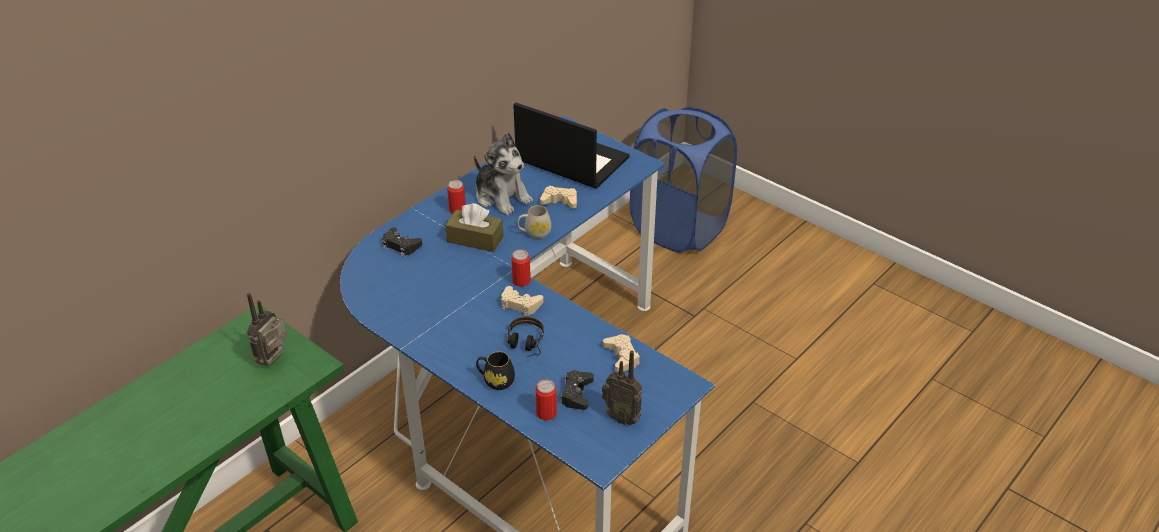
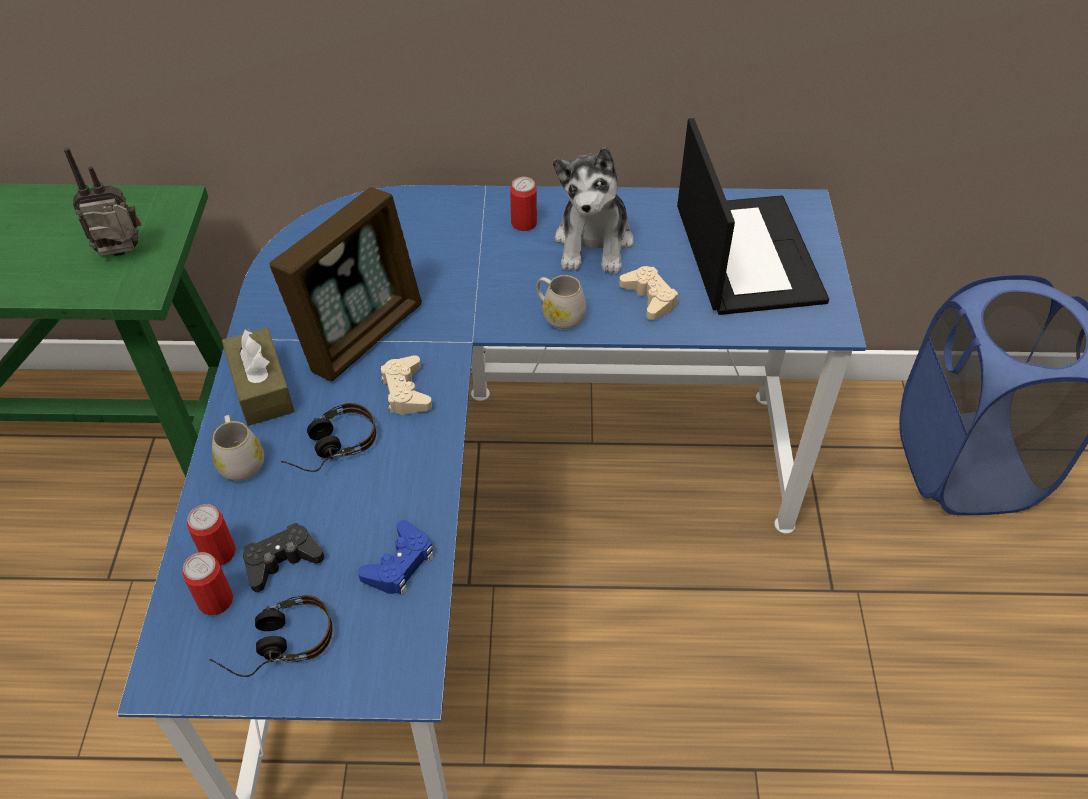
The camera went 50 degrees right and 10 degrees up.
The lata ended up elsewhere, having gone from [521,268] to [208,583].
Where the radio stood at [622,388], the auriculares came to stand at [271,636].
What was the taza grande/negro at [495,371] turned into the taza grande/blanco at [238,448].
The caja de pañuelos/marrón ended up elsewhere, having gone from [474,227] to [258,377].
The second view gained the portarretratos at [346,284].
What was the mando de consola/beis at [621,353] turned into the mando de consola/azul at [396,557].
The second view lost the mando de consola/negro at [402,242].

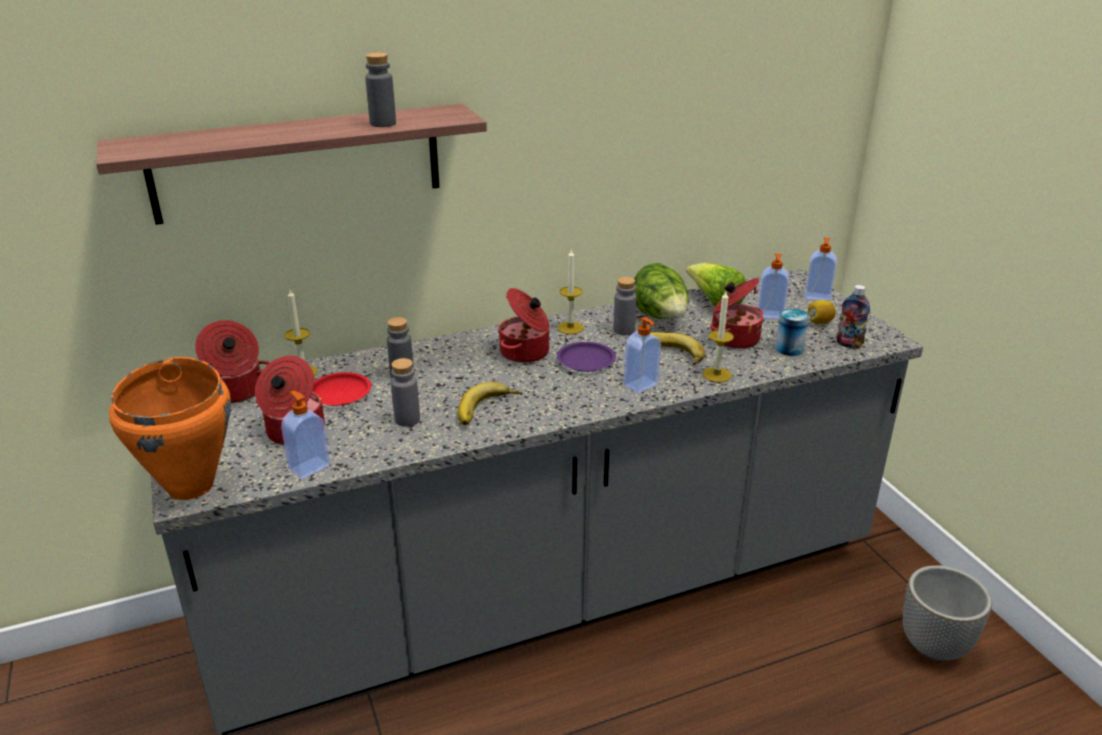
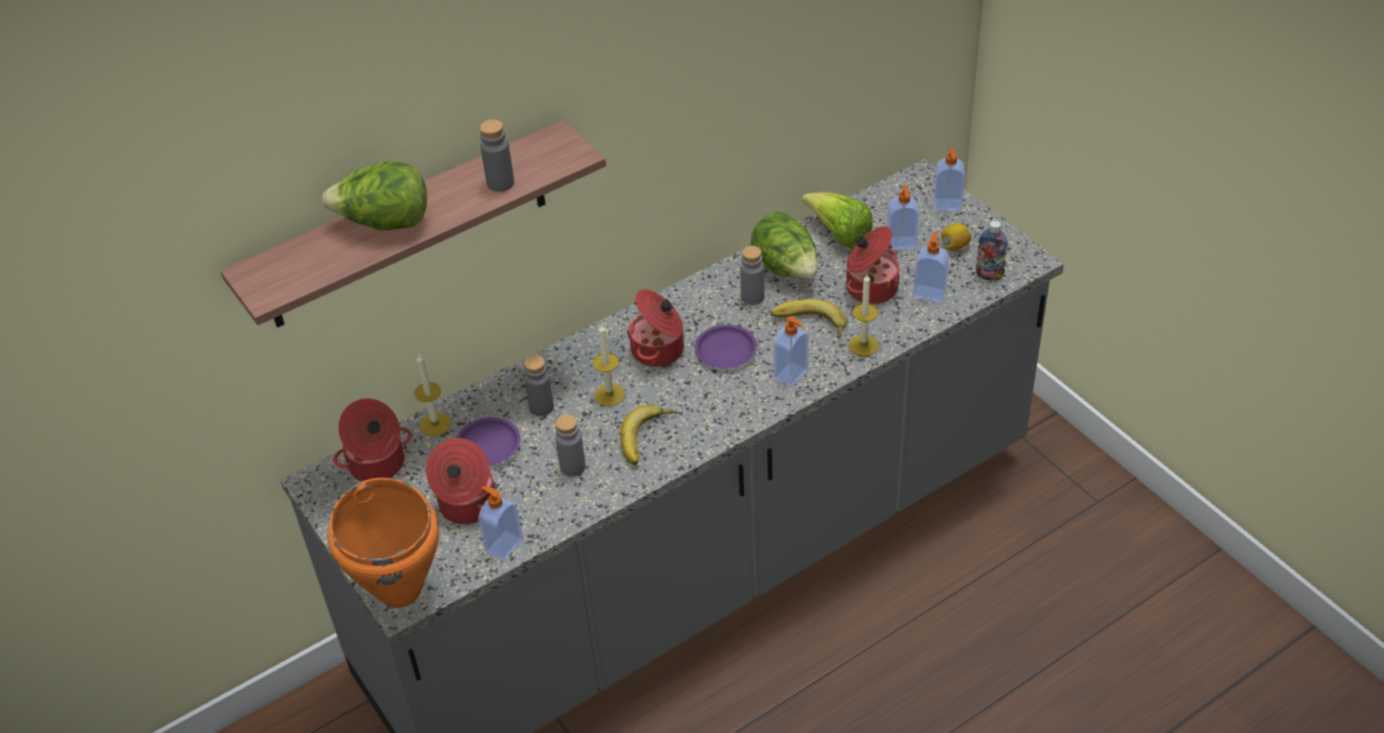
The camera went 10 degrees left and 15 degrees up.
The second view gained the lechuga at [374,196].
What was the plato/rojo at [342,389] turned into the plato/morado at [488,441].
The vela ended up elsewhere, having gone from [571,291] to [609,364].
Where the lata stood at [792,332], the dispensador de jabón came to stand at [931,267].
The second view lost the maceta at [947,613].

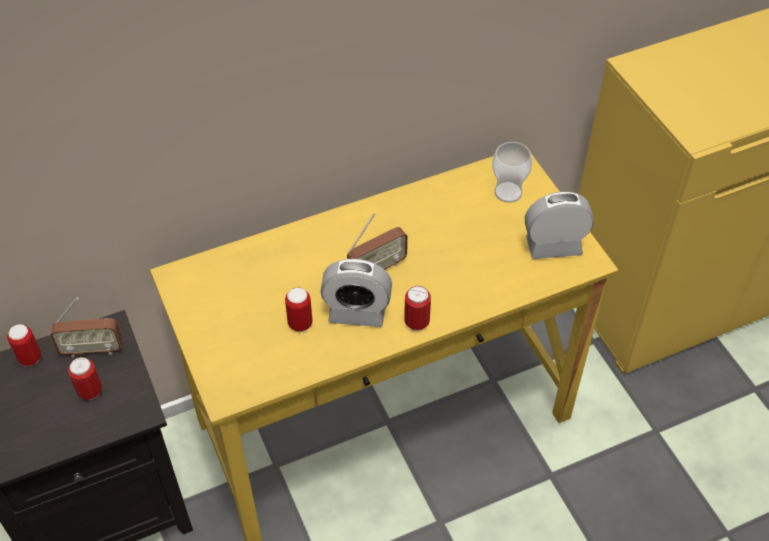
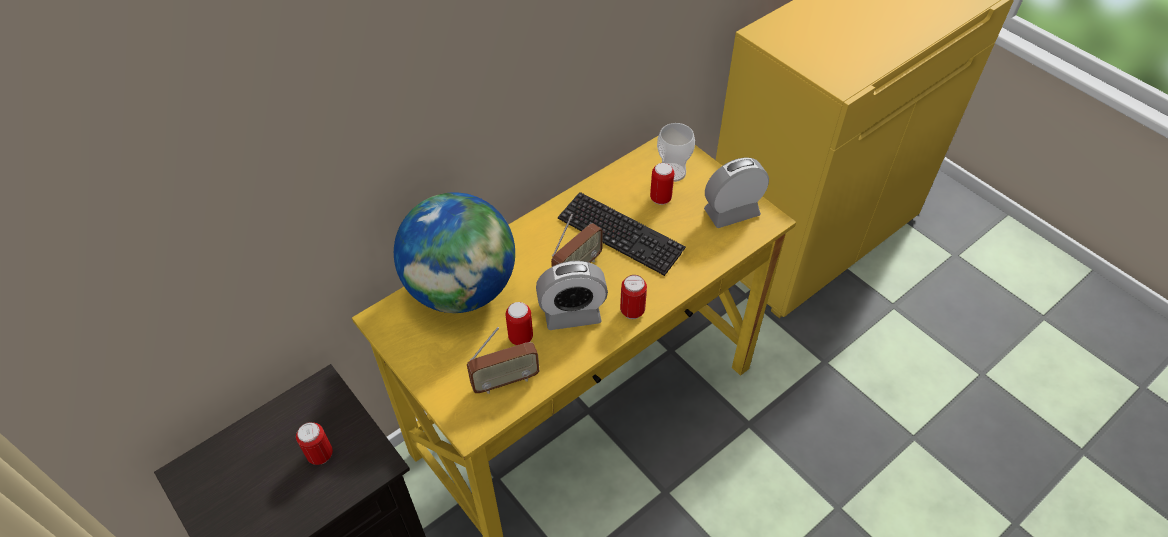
The camera went 15 degrees left and 0 degrees up.
The second view gained the globo terráqueo at [454,252].
The radio ended up elsewhere, having gone from [86,328] to [503,360].
The second view gained the teclado at [622,234].
The lata ended up elsewhere, having gone from [24,345] to [662,184].

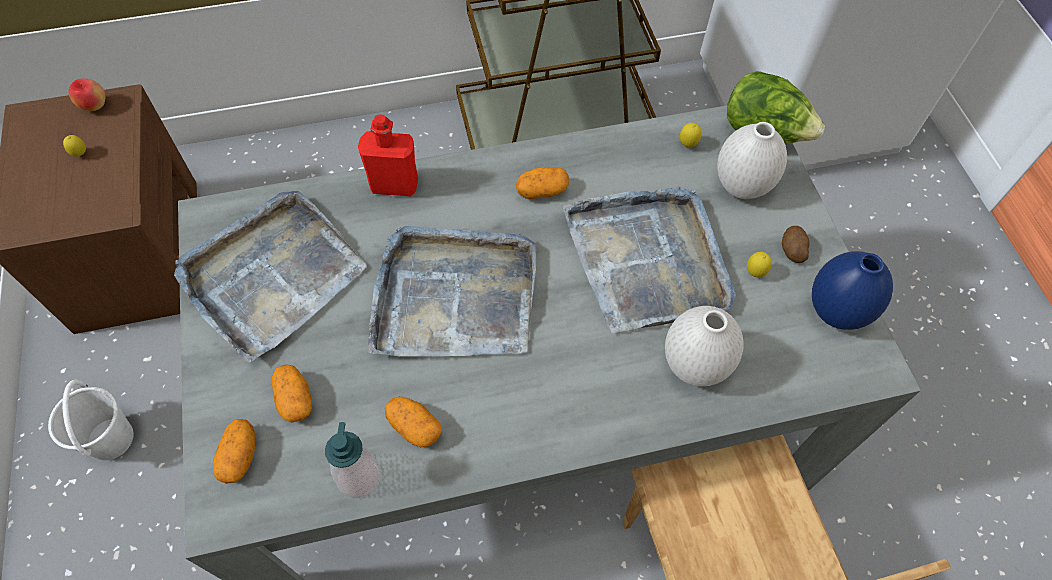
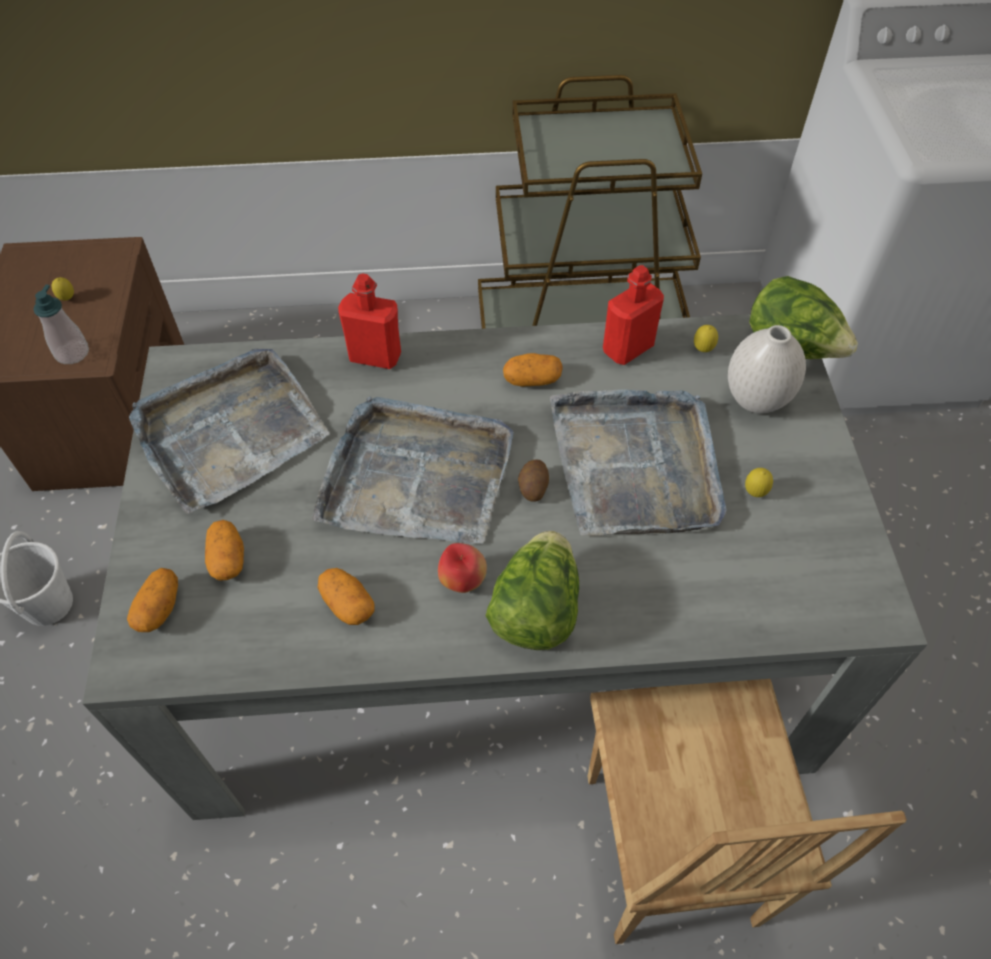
The camera went 10 degrees right and 5 degrees down.
The dispensador de jabón ended up elsewhere, having gone from [353,460] to [61,324].
The manzana ended up elsewhere, having gone from [87,94] to [462,568].
The second view gained the lechuga at [532,590].
The patata ended up elsewhere, having gone from [796,244] to [533,480].
The second view gained the botella/rojo at [633,315].
The second view lost the florero/blanco at [704,346].
The second view lost the florero/azul at [852,290].

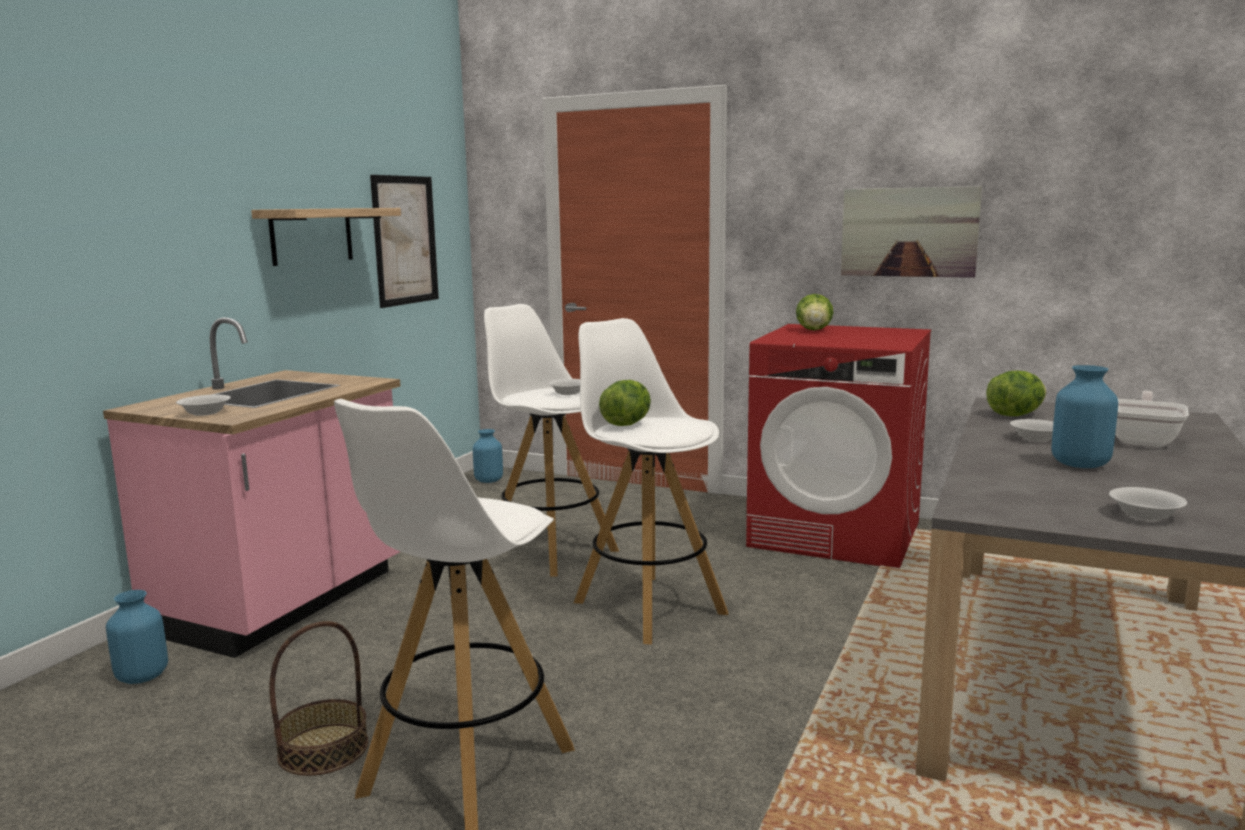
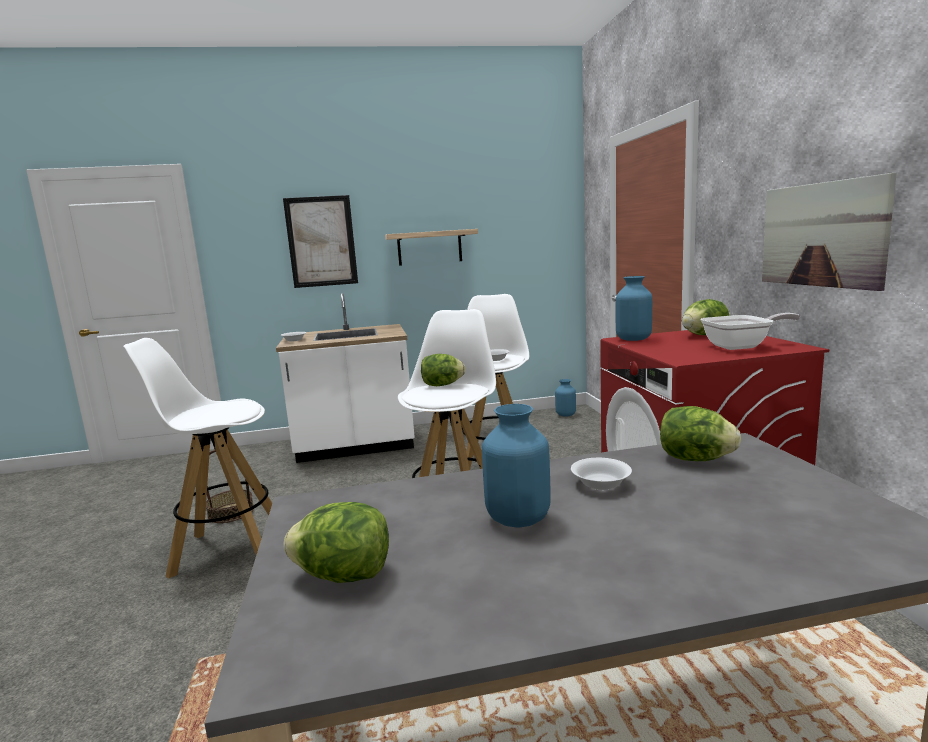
The camera went 55 degrees right and 0 degrees up.
What was the mueble bajo de cocina/rosa at [252,487] turned into the mueble bajo de cocina/blanco at [345,378].
The cuadro ended up elsewhere, having gone from [404,241] to [320,241].
Where the cuenco/blanco stood at [1148,504], the lechuga came to stand at [336,542].
The florero/azul ended up elsewhere, having gone from [137,637] to [634,308].
The sartén ended up elsewhere, having gone from [1152,419] to [750,331].

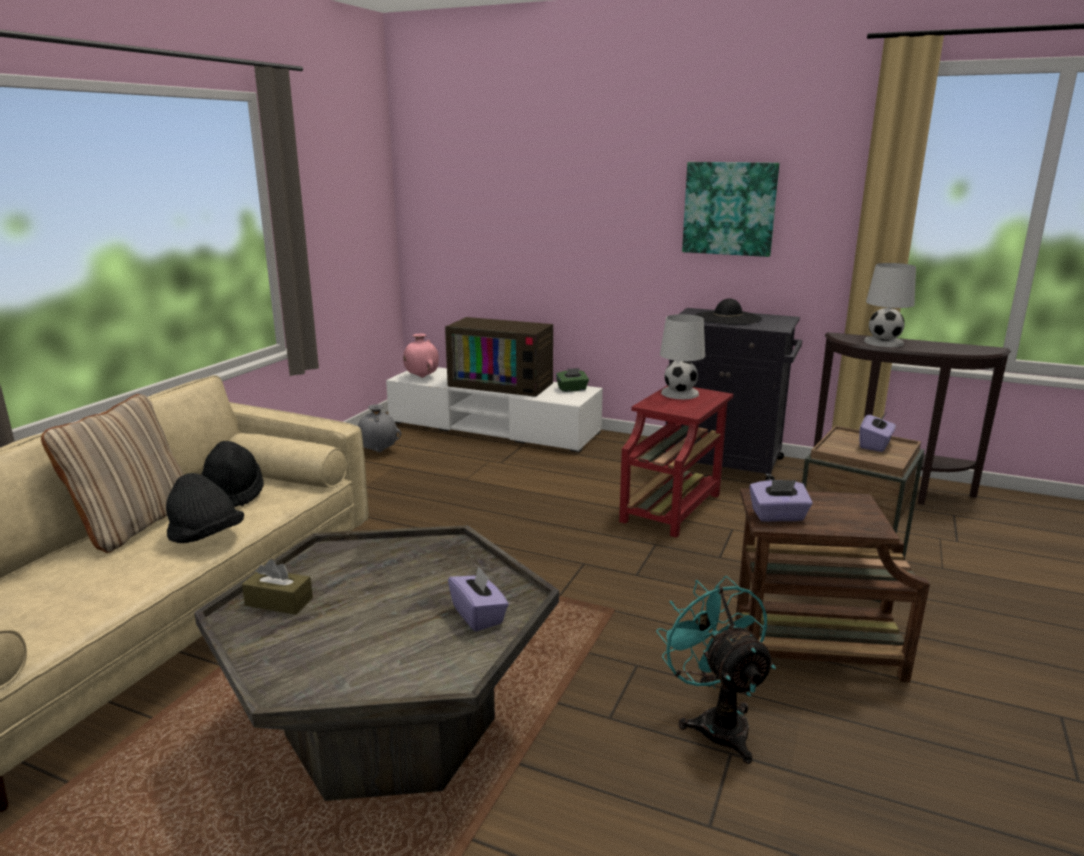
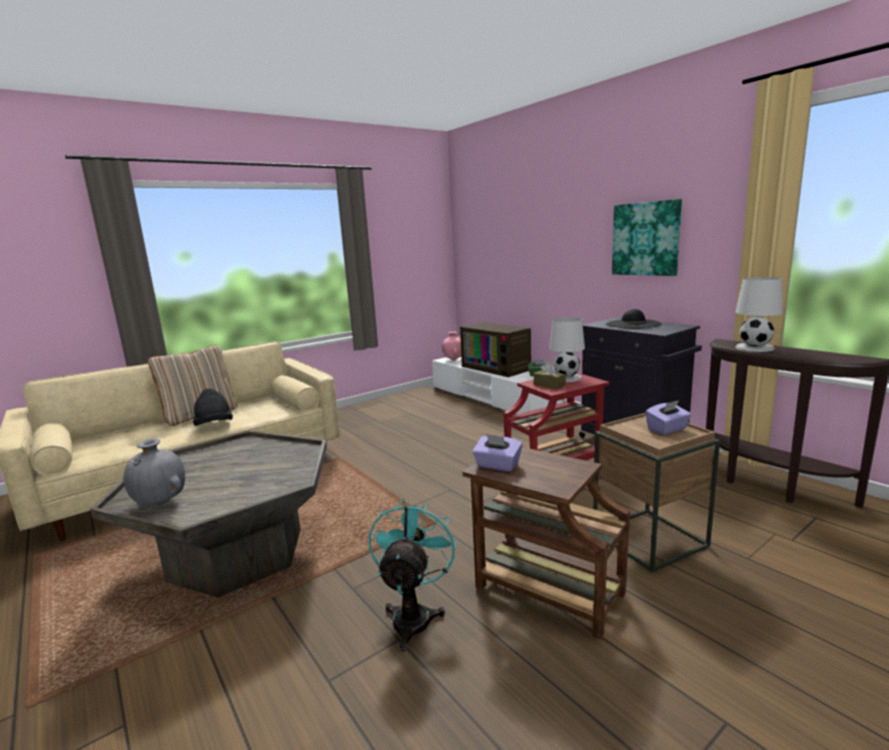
The camera went 30 degrees right and 5 degrees down.
The florero/gris ended up elsewhere, having gone from [379,428] to [154,472].
The caja de pañuelos/marrón ended up elsewhere, having gone from [277,587] to [550,375].
The second view lost the sombrero/negro at [232,474].
The second view lost the caja de pañuelos/morado at [478,599].

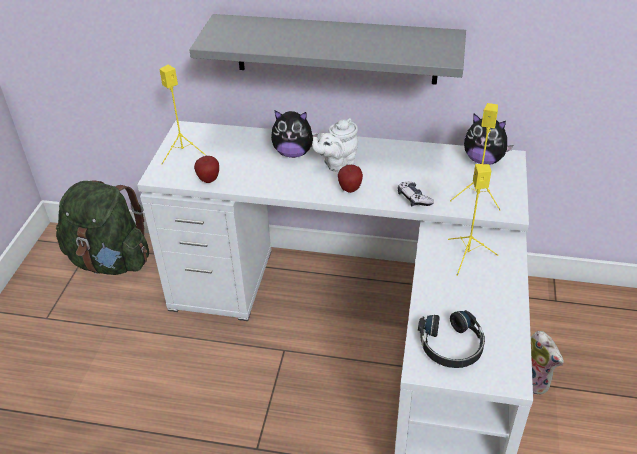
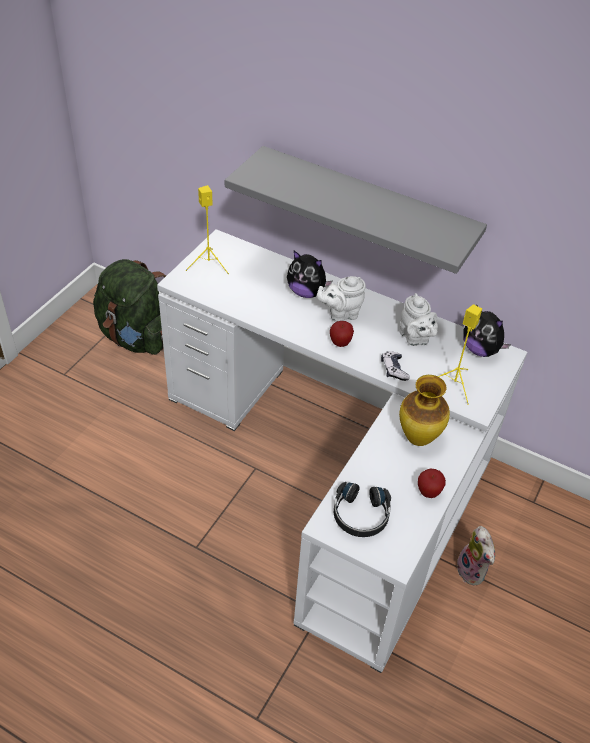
The camera went 15 degrees right and 5 degrees up.
The second view gained the tetera/blanco at [418,319].
Where the altavoz/amarillo stood at [473,220], the florero came to stand at [424,410].
The manzana ended up elsewhere, having gone from [206,169] to [432,483].

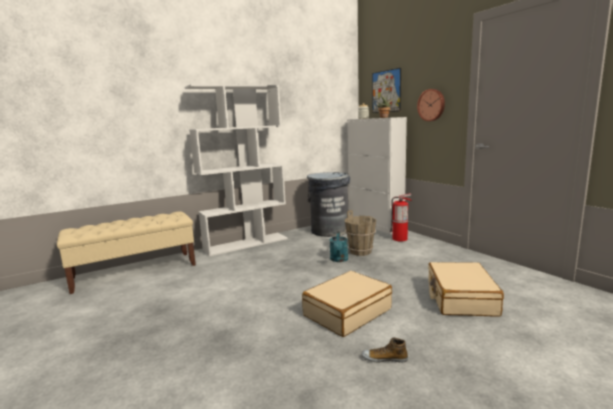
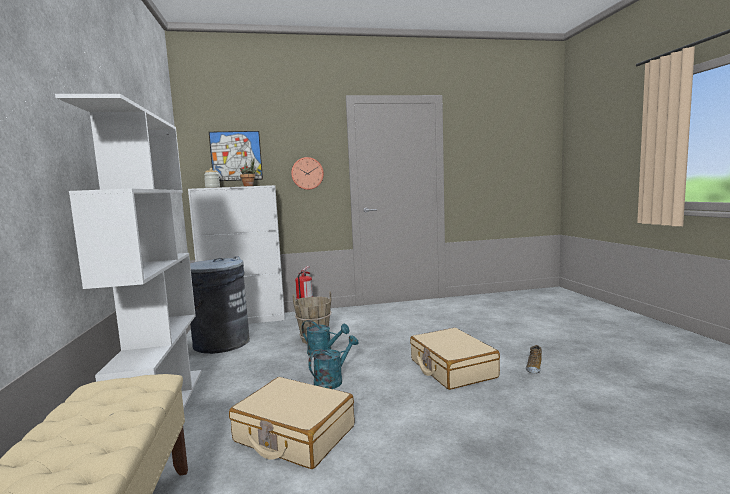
The camera went 70 degrees left and 5 degrees down.
The maleta/beis ended up elsewhere, having gone from [466,289] to [291,423].
The second view gained the regadera/turquesa at [333,362].

